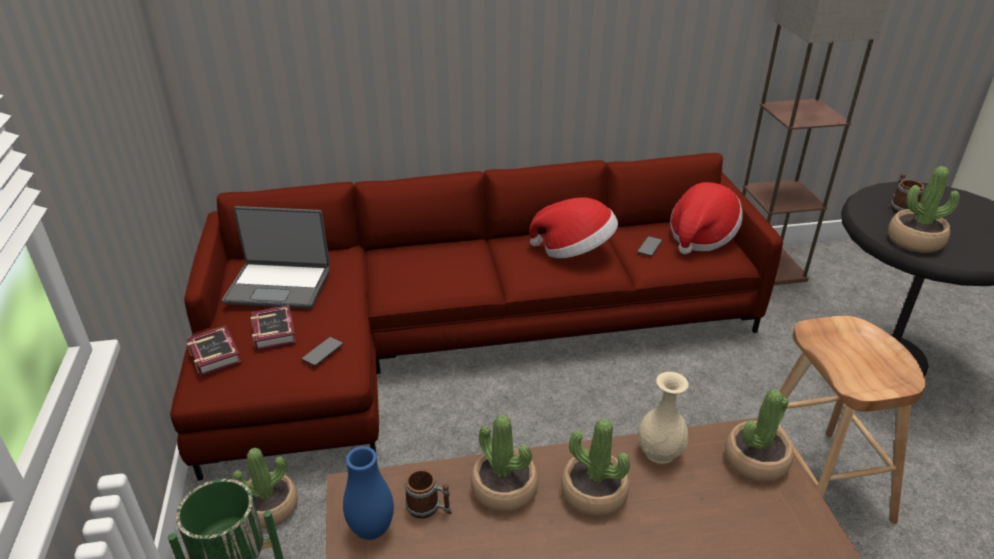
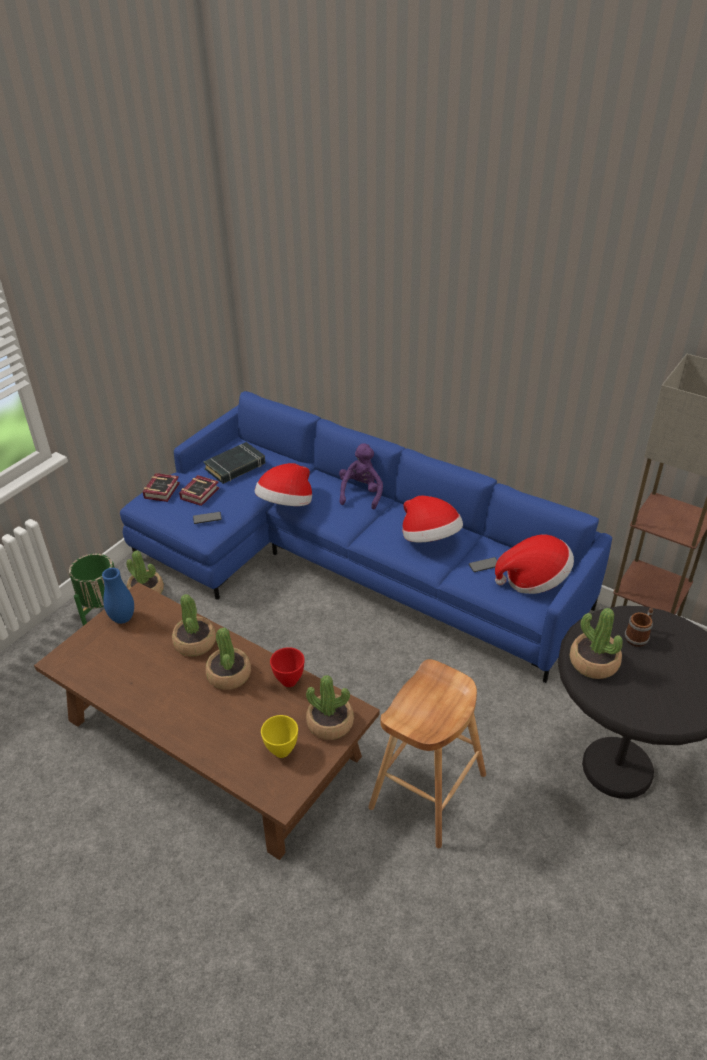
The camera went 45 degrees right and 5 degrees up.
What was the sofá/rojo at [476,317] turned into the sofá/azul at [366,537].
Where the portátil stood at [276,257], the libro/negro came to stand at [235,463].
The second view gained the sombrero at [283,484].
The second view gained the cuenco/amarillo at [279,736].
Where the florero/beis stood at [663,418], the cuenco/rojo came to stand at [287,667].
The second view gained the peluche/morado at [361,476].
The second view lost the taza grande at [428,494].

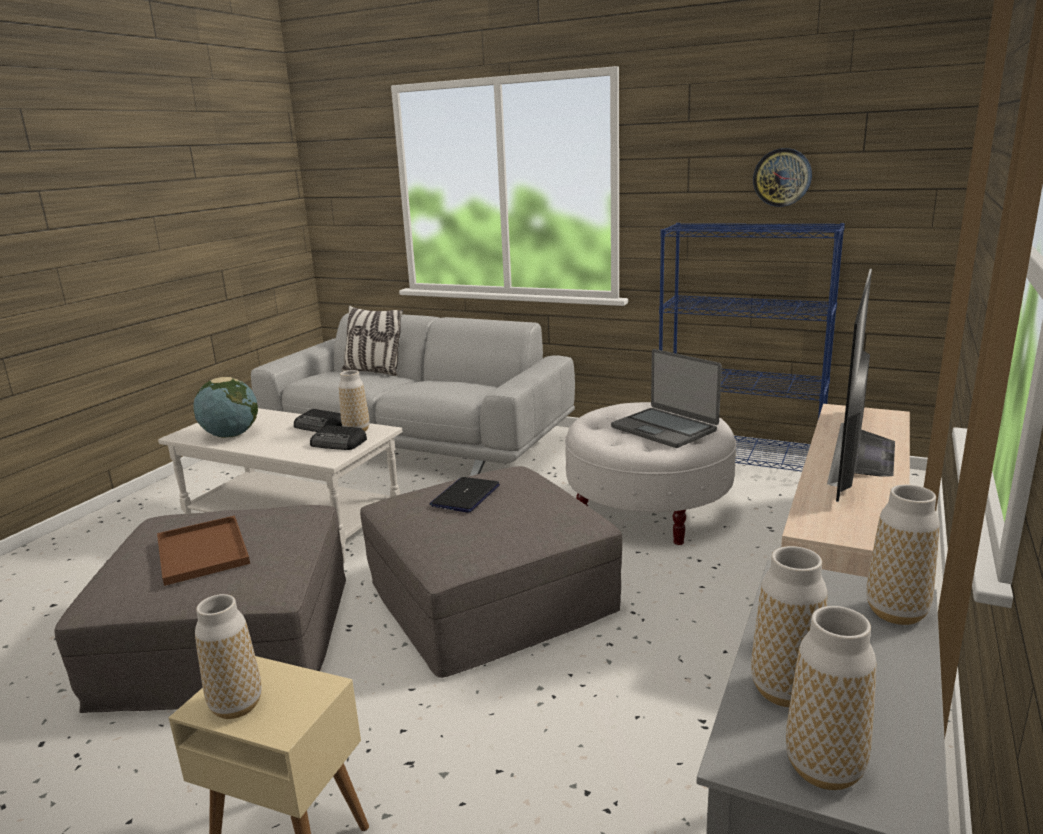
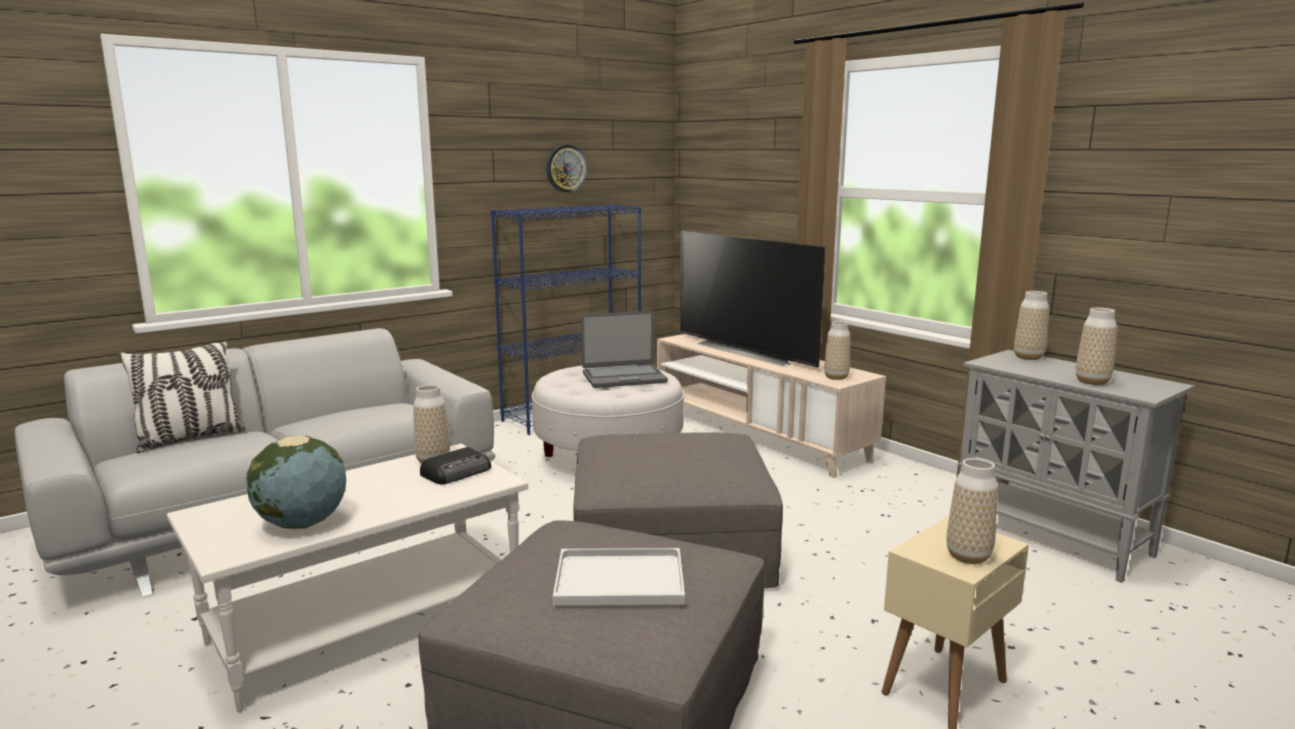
The camera went 65 degrees left and 5 degrees down.
What was the bandeja/marrón at [203,550] turned into the bandeja/blanco at [619,576].
The florero ended up elsewhere, having gone from [831,698] to [837,350].
The second view lost the radio at [318,420].
The second view lost the portátil at [465,495].

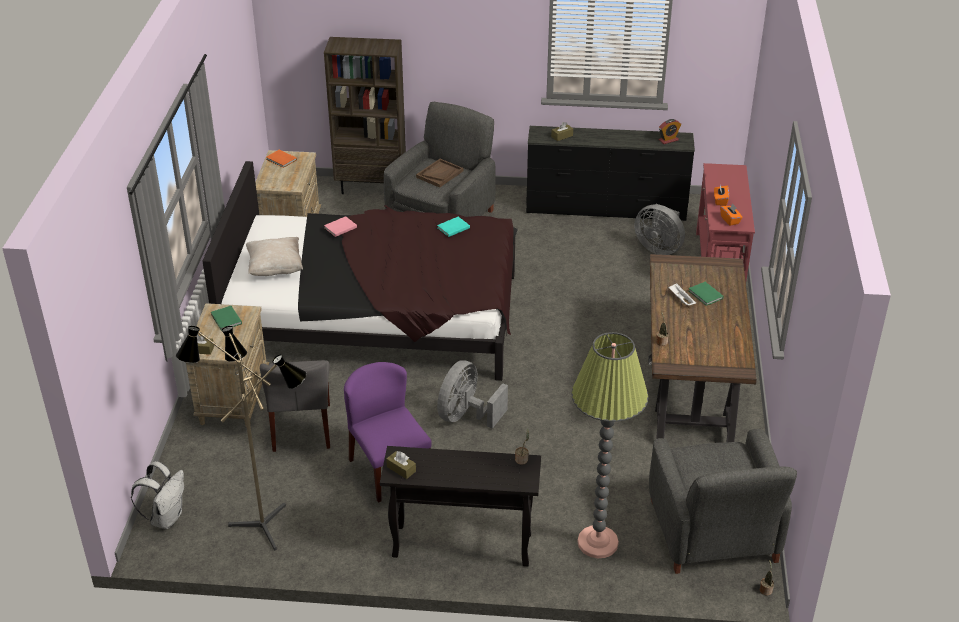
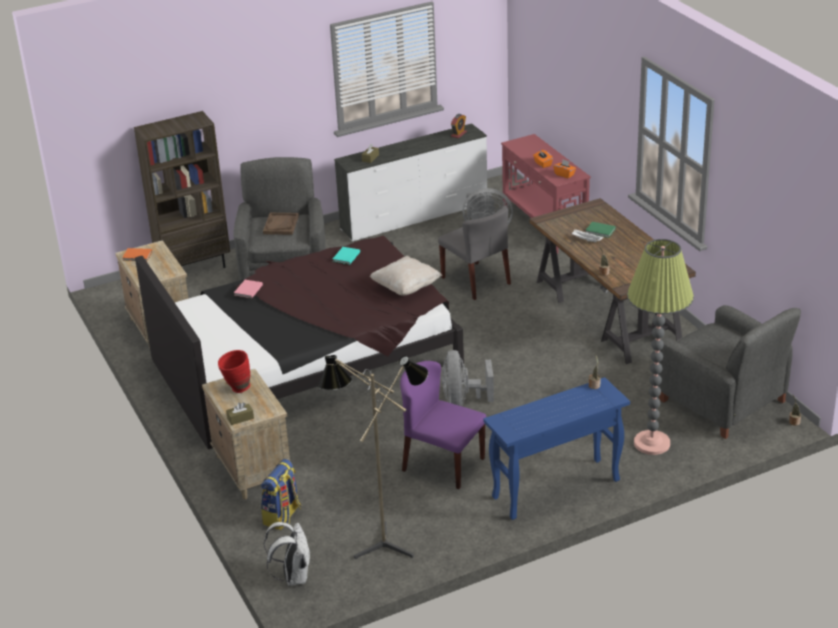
The camera went 30 degrees left and 5 degrees down.
Where the libro/verde stood at [226,318], the florero/rojo came to stand at [234,371].
The second view gained the mochila at [281,494].
What was the cómoda/negro at [610,173] turned into the cómoda/blanco at [410,182].
The cojín/beis ended up elsewhere, having gone from [274,256] to [406,276].
The silla/gris ended up elsewhere, having gone from [295,406] to [474,253].
What was the mesa consola/negro at [460,506] turned into the mesa consola/azul at [556,448].
The second view lost the caja de pañuelos/marrón at [401,465].

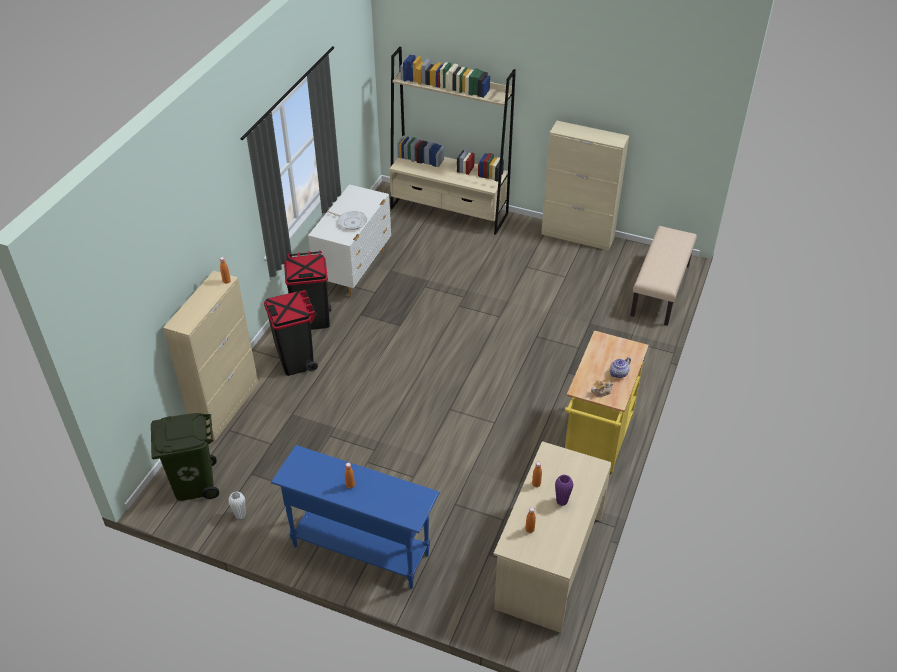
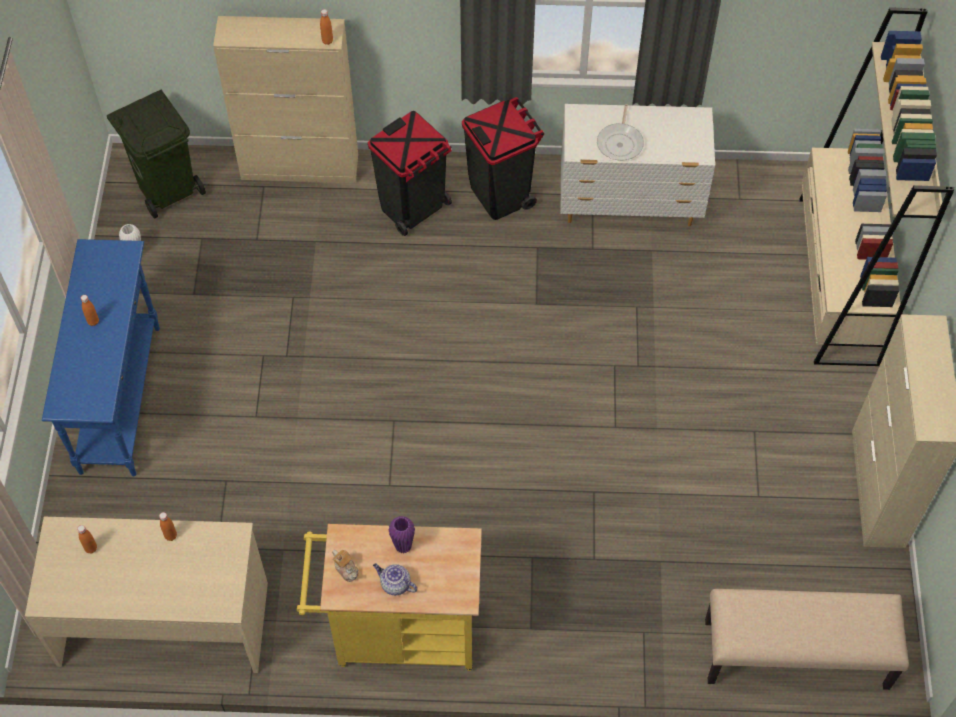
The camera went 70 degrees right and 15 degrees up.
The florero/morado ended up elsewhere, having gone from [564,490] to [401,535].

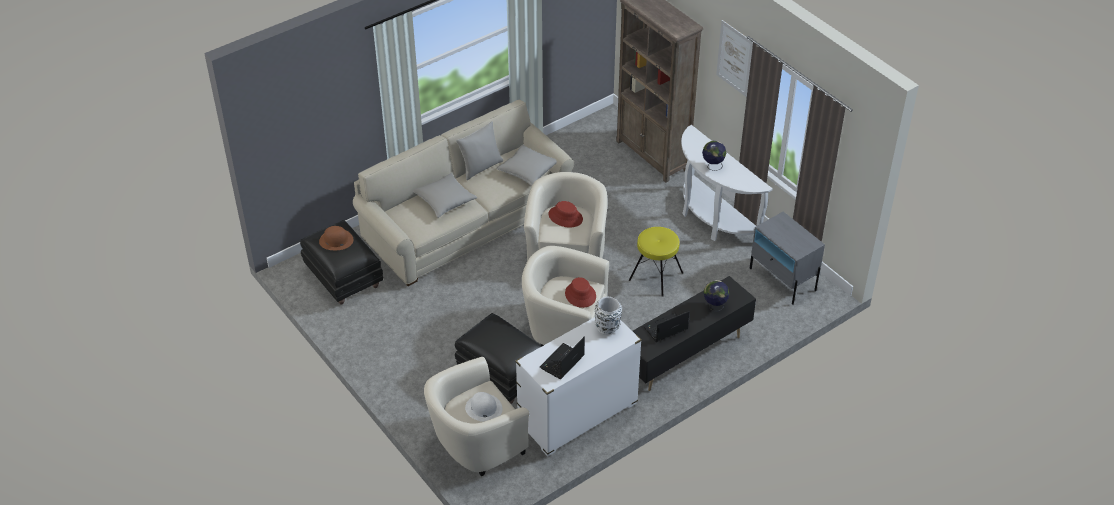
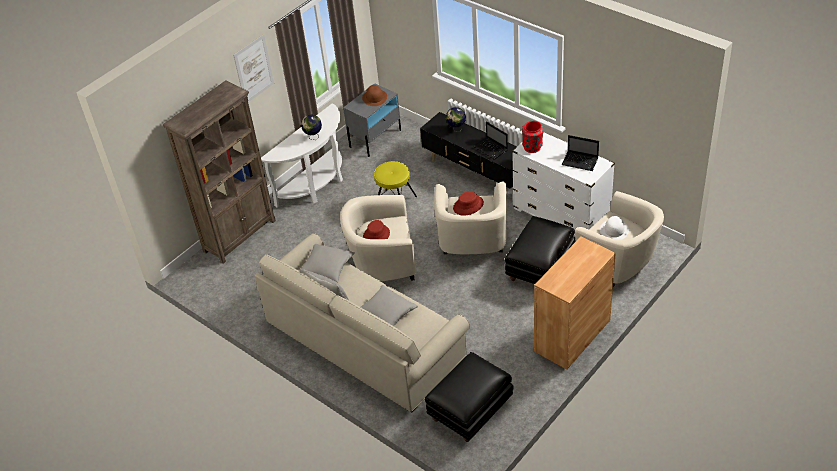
The camera went 100 degrees left and 0 degrees up.
The sombrero/marrón ended up elsewhere, having gone from [336,238] to [374,95].
What was the florero/blanco at [608,316] turned into the florero/rojo at [533,137].
The second view gained the armario/marrón at [575,303].

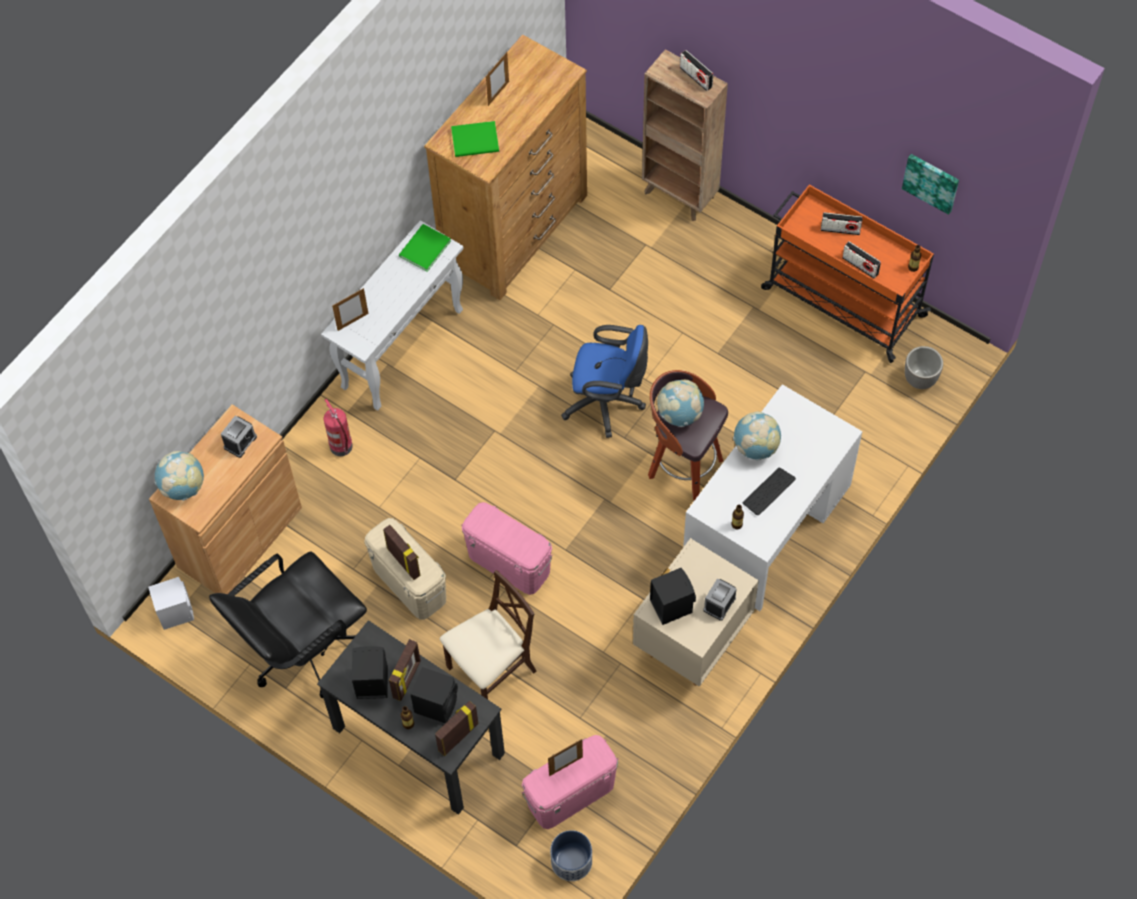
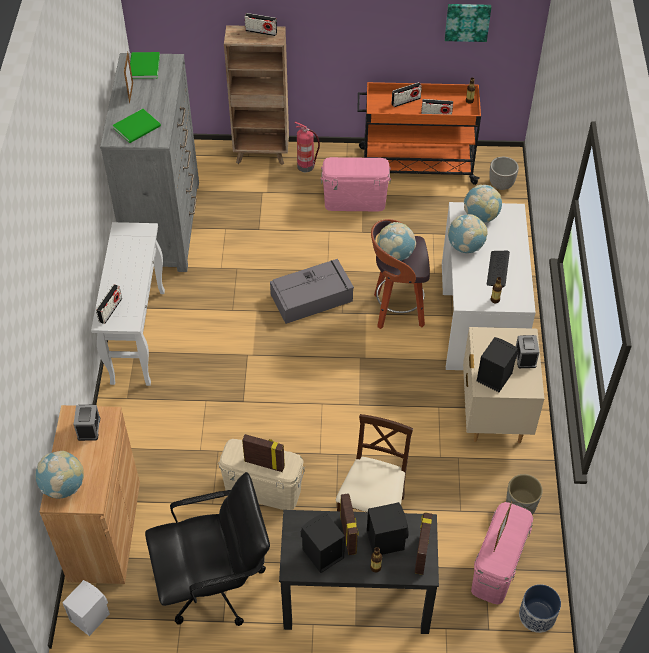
The camera went 35 degrees left and 10 degrees down.
Where the portarretratos stood at [350,309], the radio came to stand at [109,304].
What was the cómoda/marrón at [505,167] turned into the cómoda/gris at [149,162].
The libro/verde ended up elsewhere, having gone from [425,248] to [145,65].
The silla de oficina/negro at [288,625] ended up facing another way, 120 degrees counterclockwise from before.
Where the silla de oficina/azul stood at [604,381], the caja de almacenaje/gris came to stand at [312,291].
The extintor ended up elsewhere, having gone from [338,427] to [307,147].
The caja de almacenaje/rosa ended up elsewhere, having gone from [507,548] to [356,184].
The second view gained the globo terráqueo at [483,204].
The second view gained the maceta/gris at [524,494].

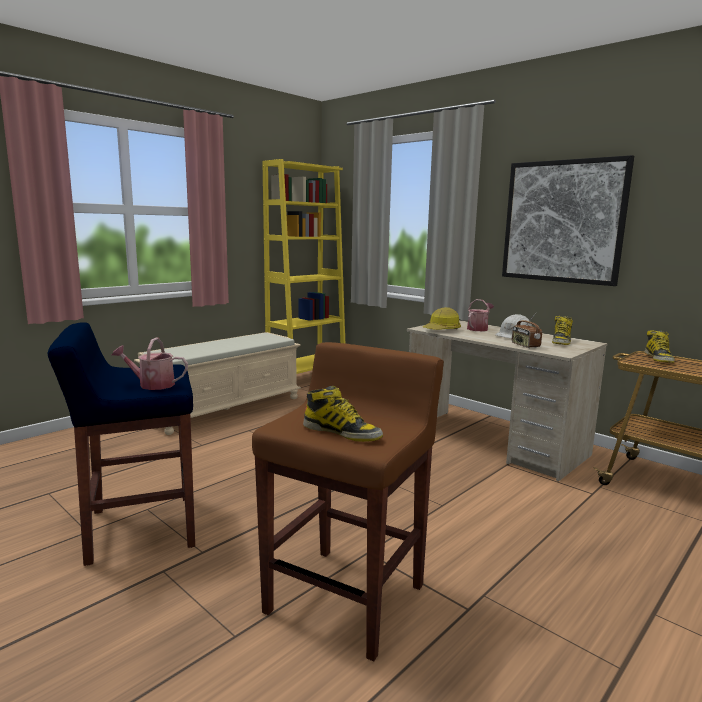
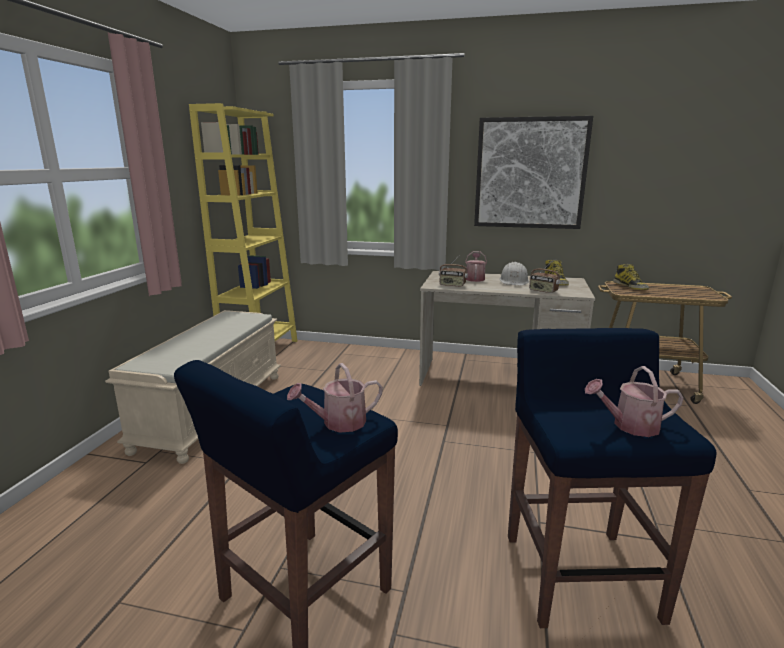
The camera went 30 degrees left and 5 degrees up.
Where the casco stood at [442,318], the radio came to stand at [453,271].
What was the taburete/marrón at [348,501] turned into the taburete/azul at [612,478].
Where the bota stood at [343,414], the regadera came to stand at [634,401].

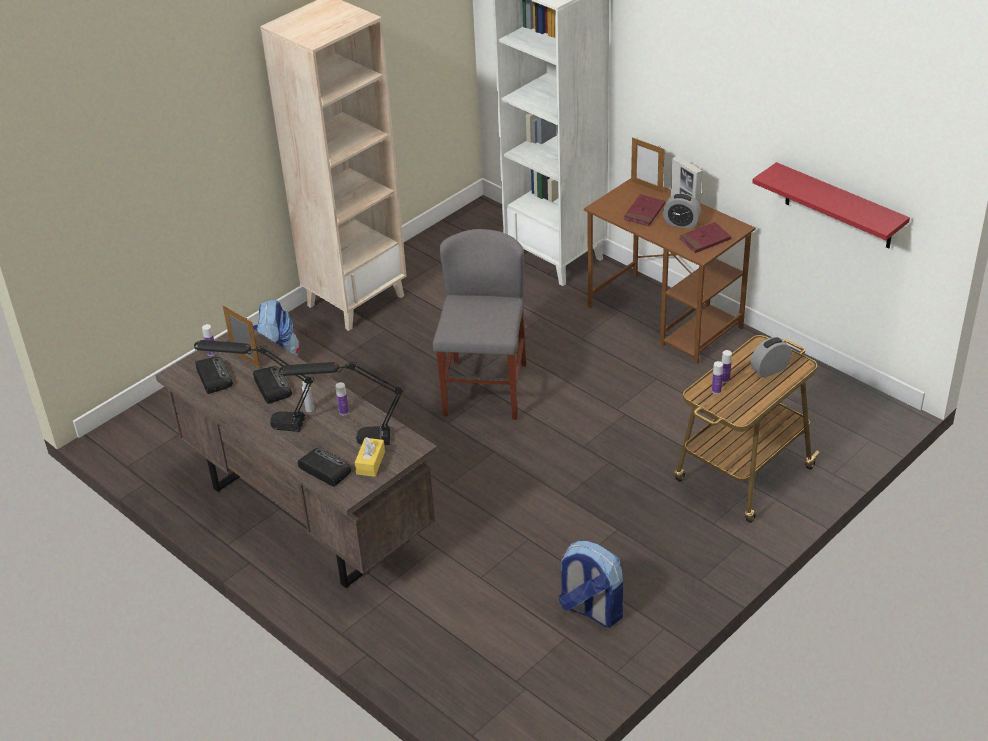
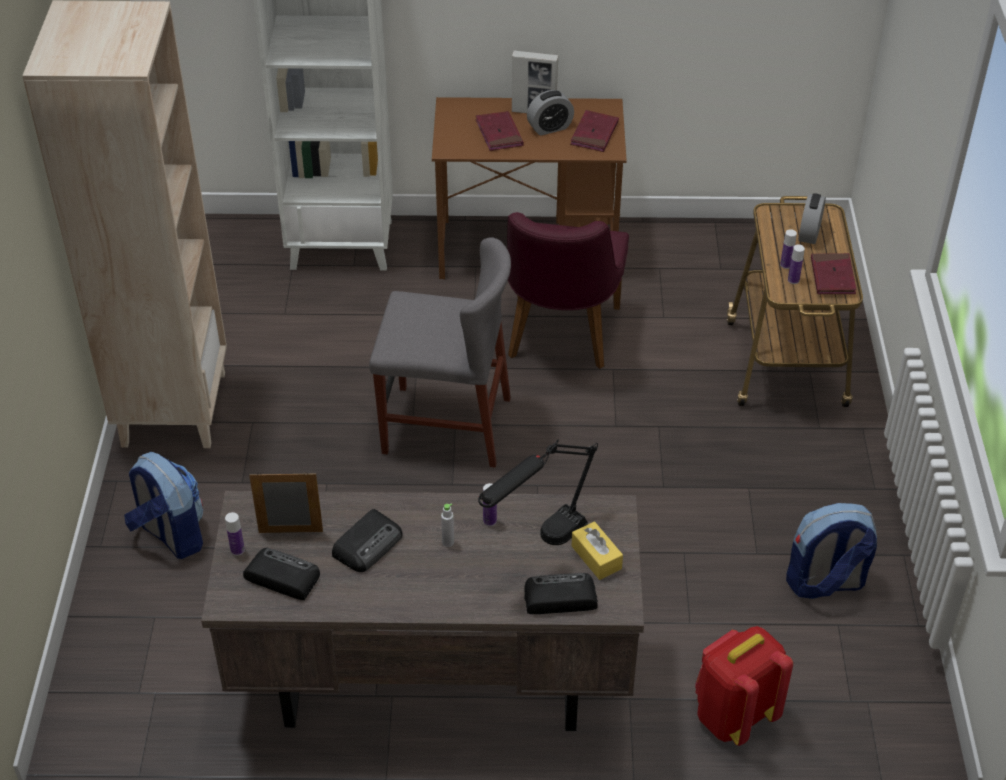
The camera went 45 degrees left and 5 degrees up.
The radio at [272,385] ended up facing another way, 105 degrees clockwise from before.
The silla/gris at [480,324] ended up facing another way, 135 degrees clockwise from before.
The second view gained the silla/morado at [568,290].
The second view gained the mochila/rojo at [744,686].
The second view gained the libro/rojo at [834,273].
The second view lost the lámpara de mesa/negro at [254,386].
The second view lost the portarretratos at [648,165].
The second view lost the estante/rojo at [831,205].

